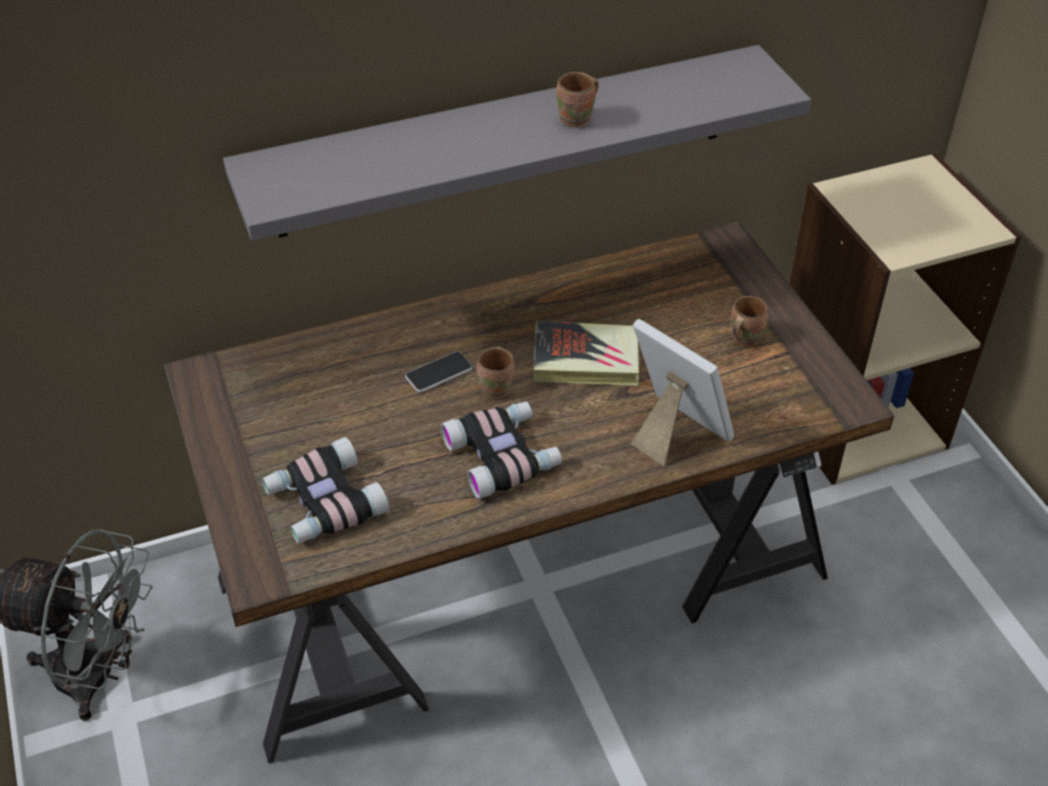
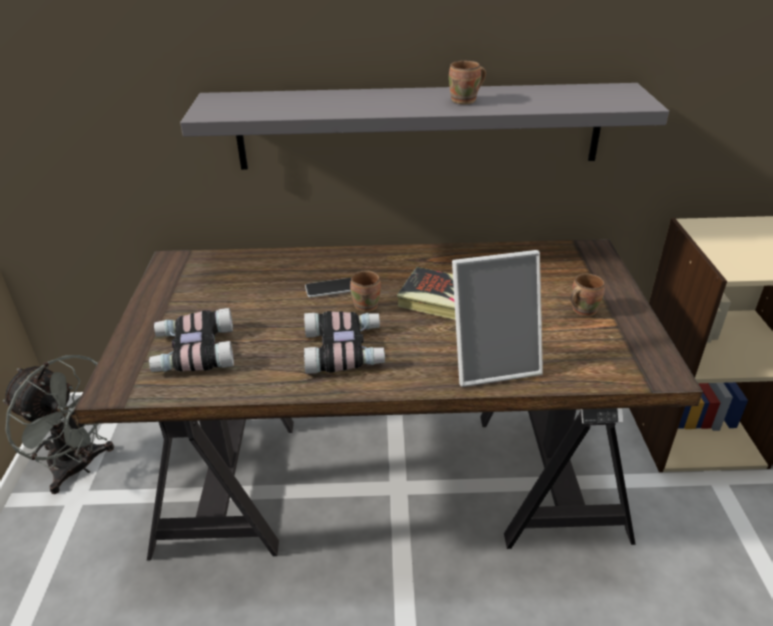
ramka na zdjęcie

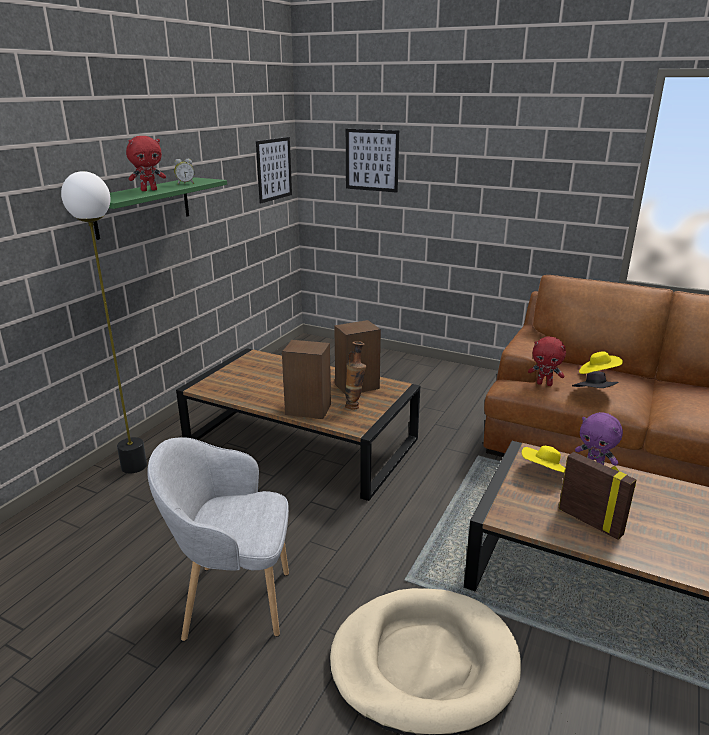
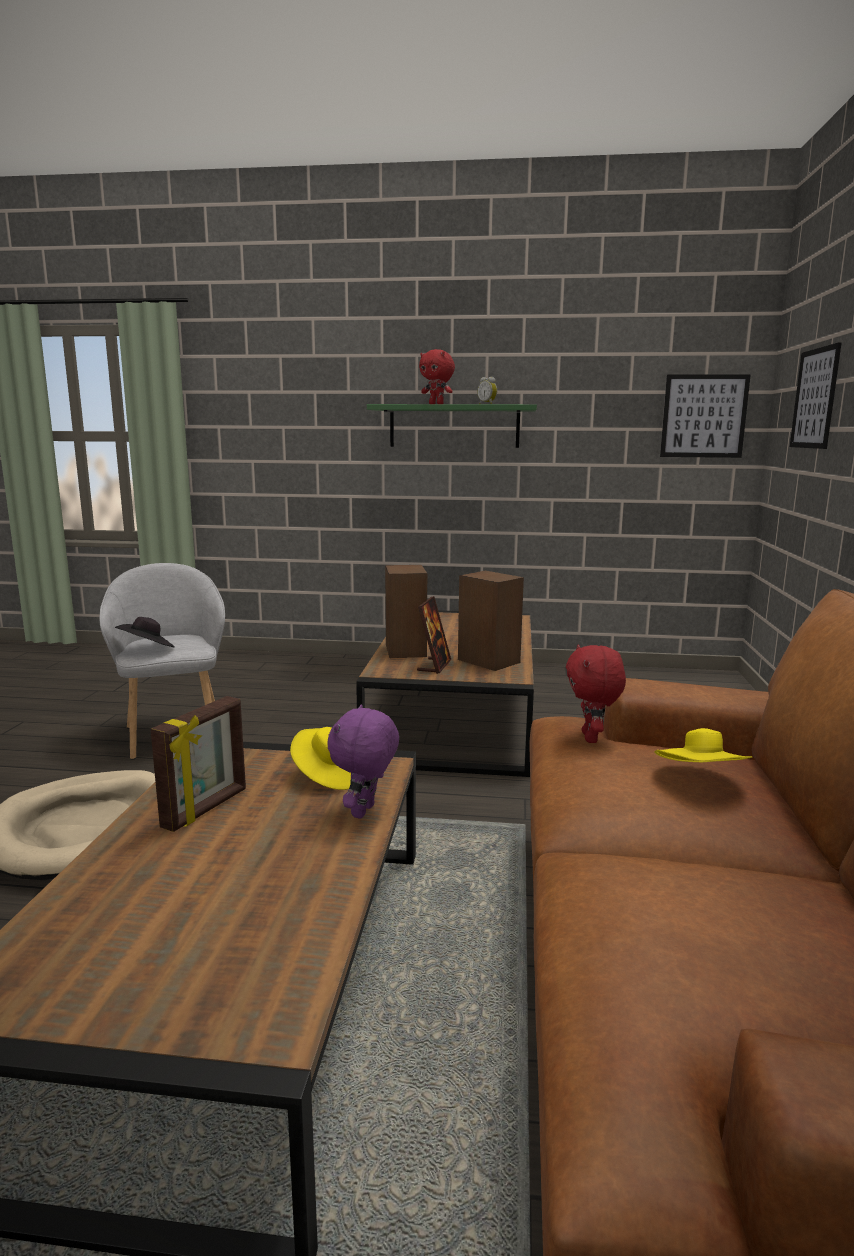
lampa stojąca
ramka na zdjęcie (2nd from left)
kapelusz [czarny]

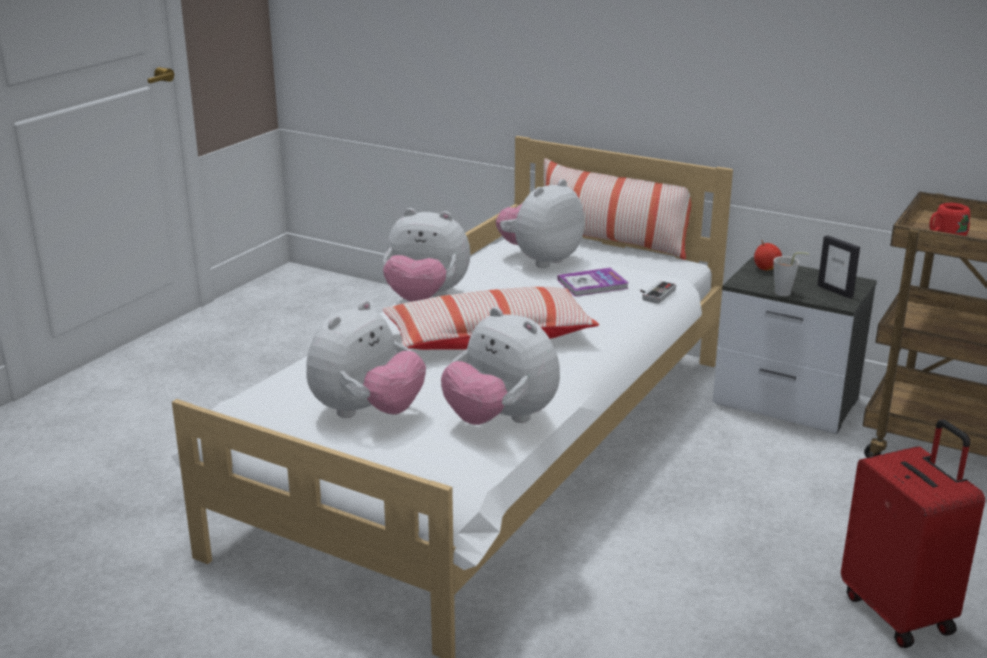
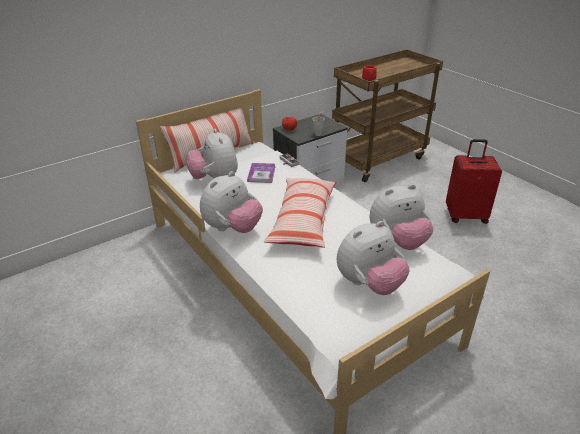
ramka na zdjęcie
pluszak (3rd from left)

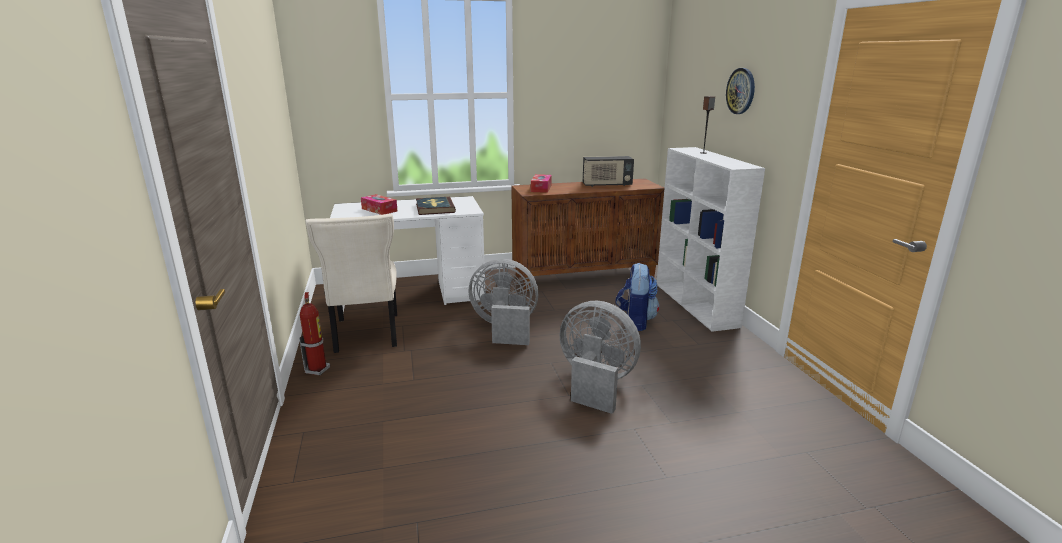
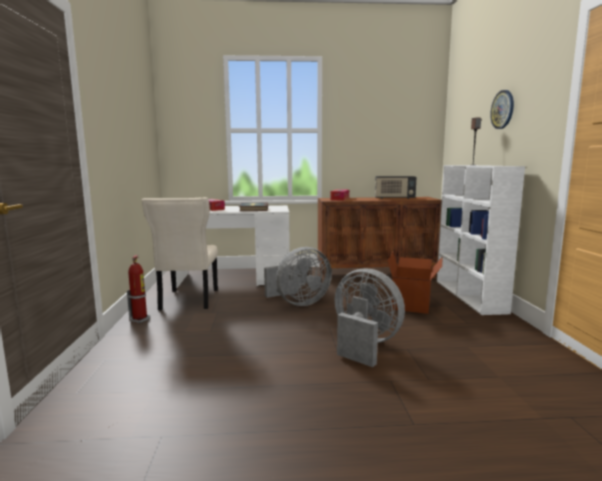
wentylator [szary] (1st from left)
karton

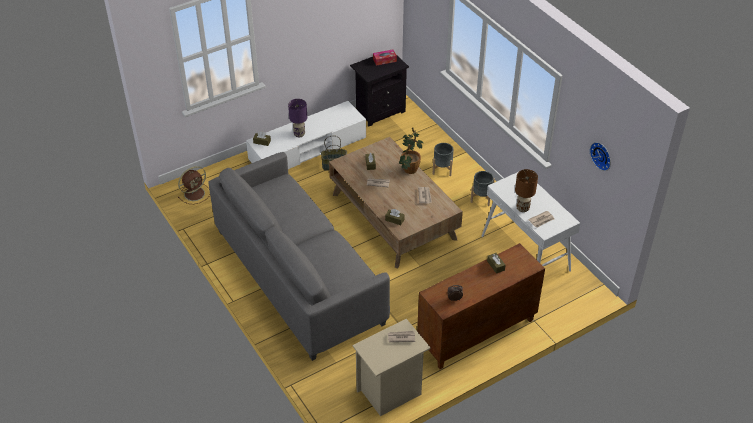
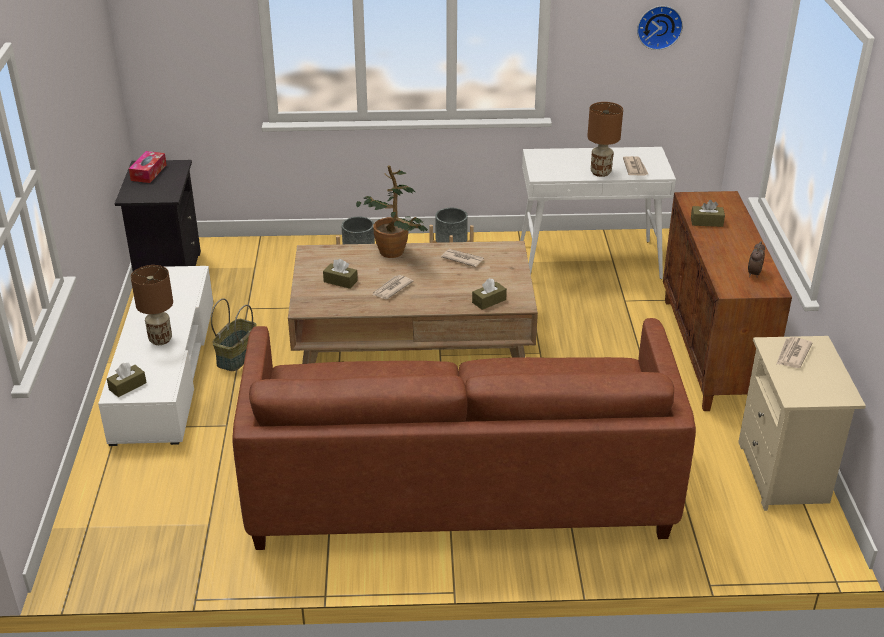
lampa stołowa [brązowy] (1st from left)
kanapa [brązowy]
wentylator [brązowy]

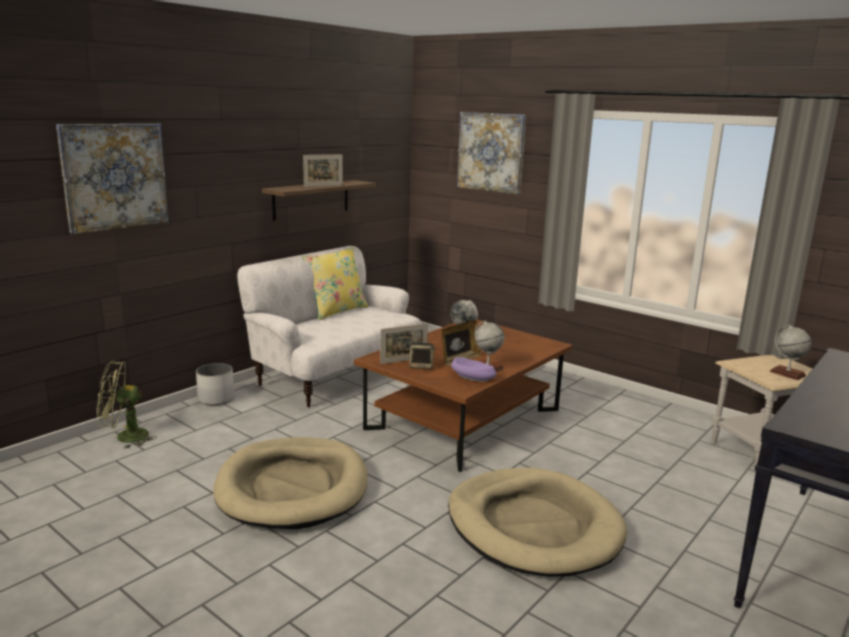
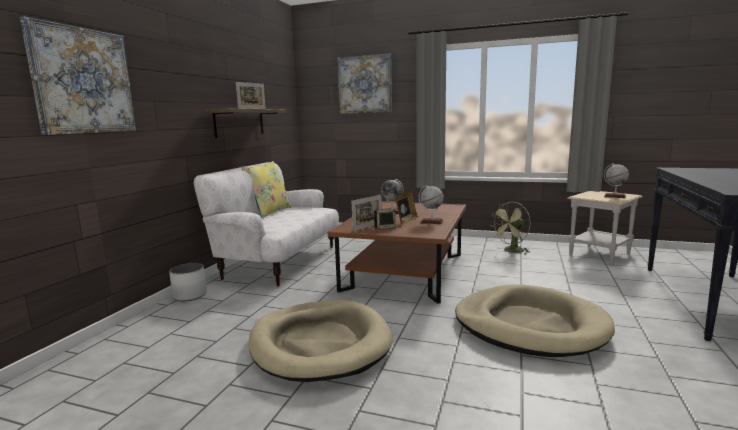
miska [fioletowy]
wentylator [zielony]

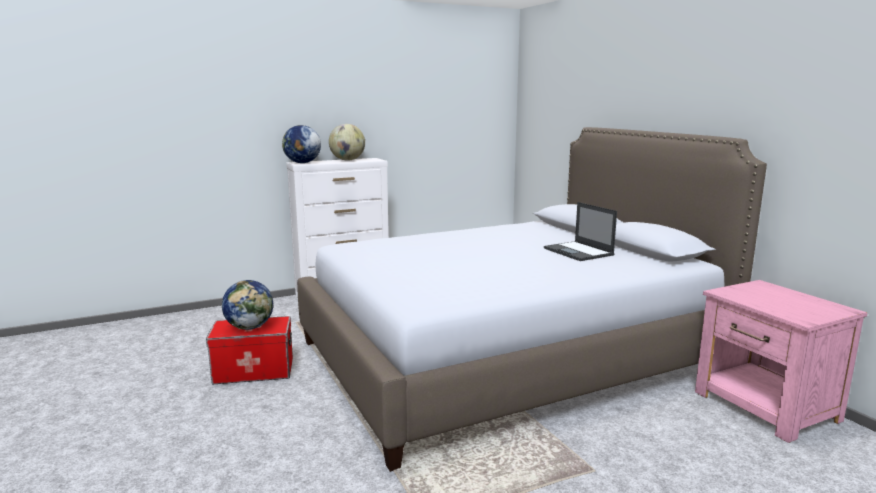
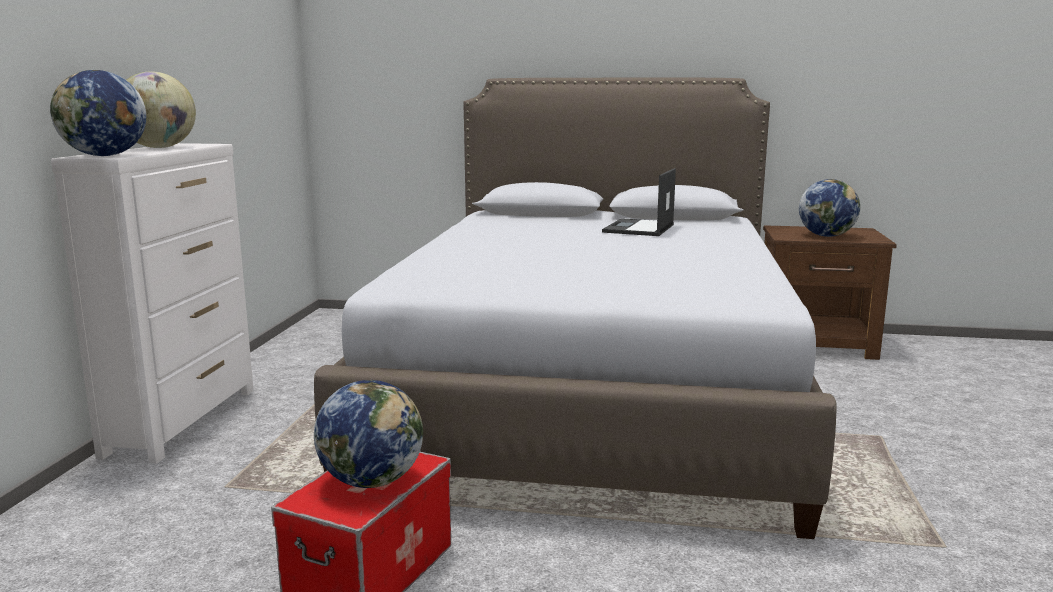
laptop
szafka nocna [brązowy]
globus (4th from left)

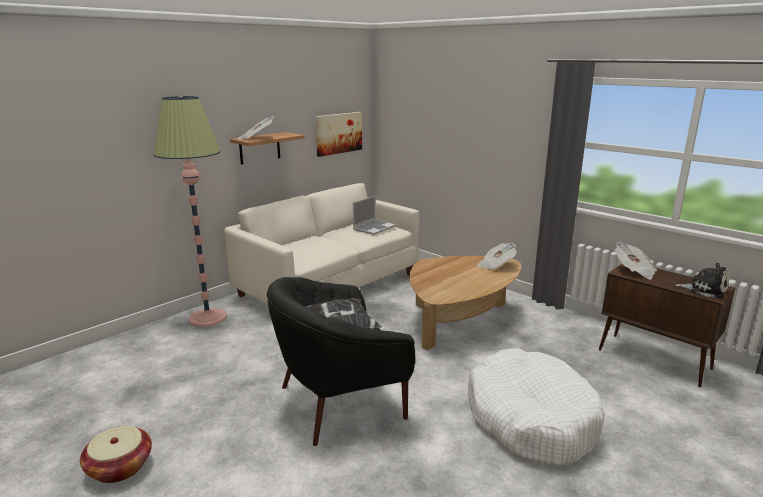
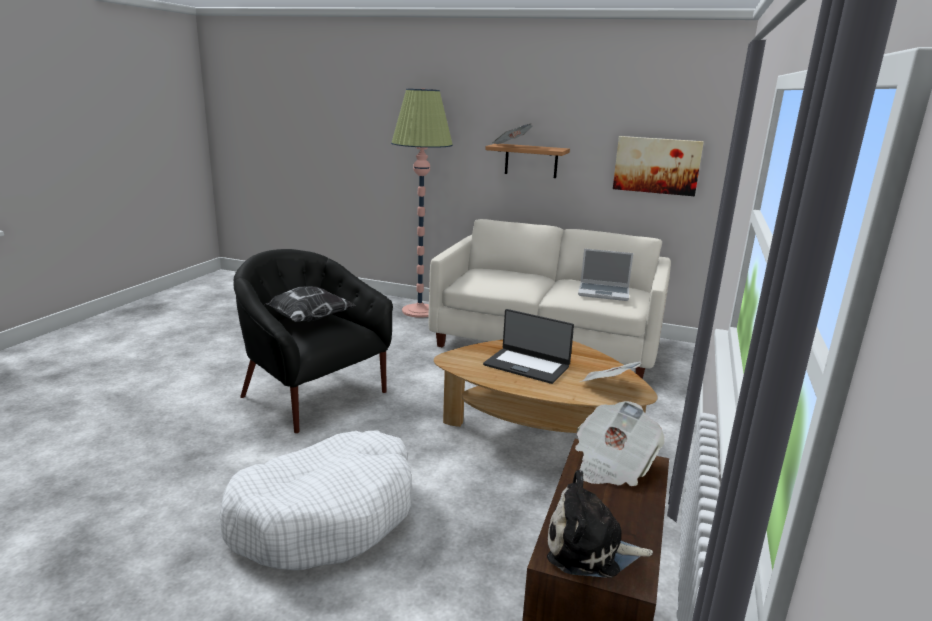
pluszak
koszyk
laptop (1st from left)

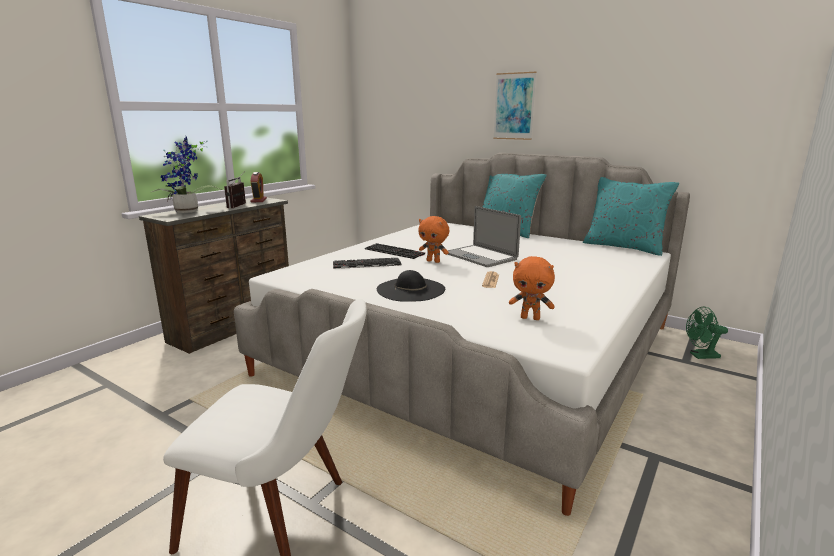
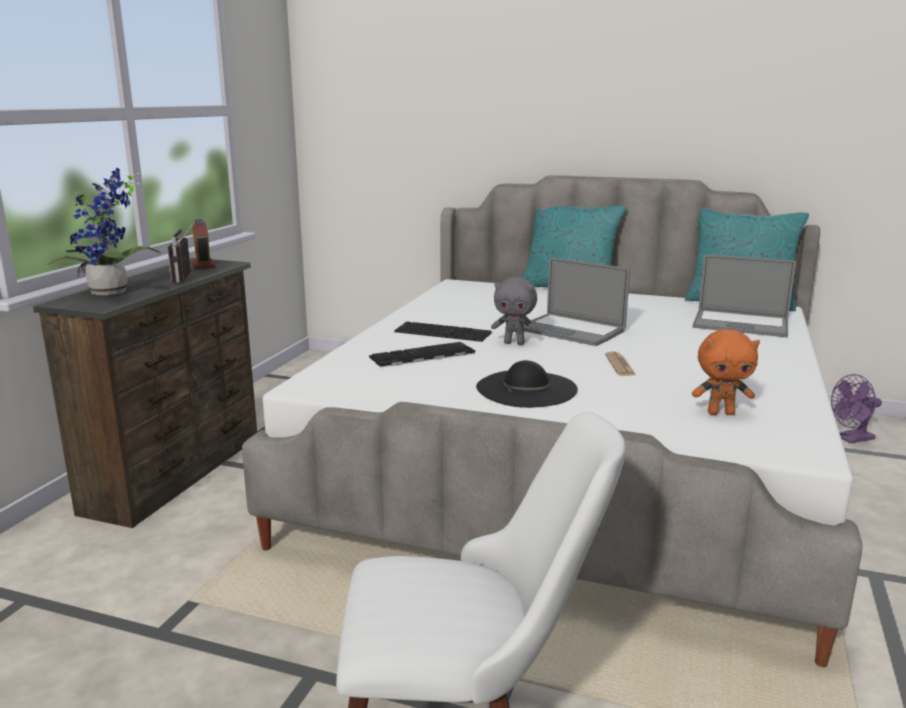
obraz
pluszak [szary]
wentylator [fioletowy]
laptop (2nd from left)

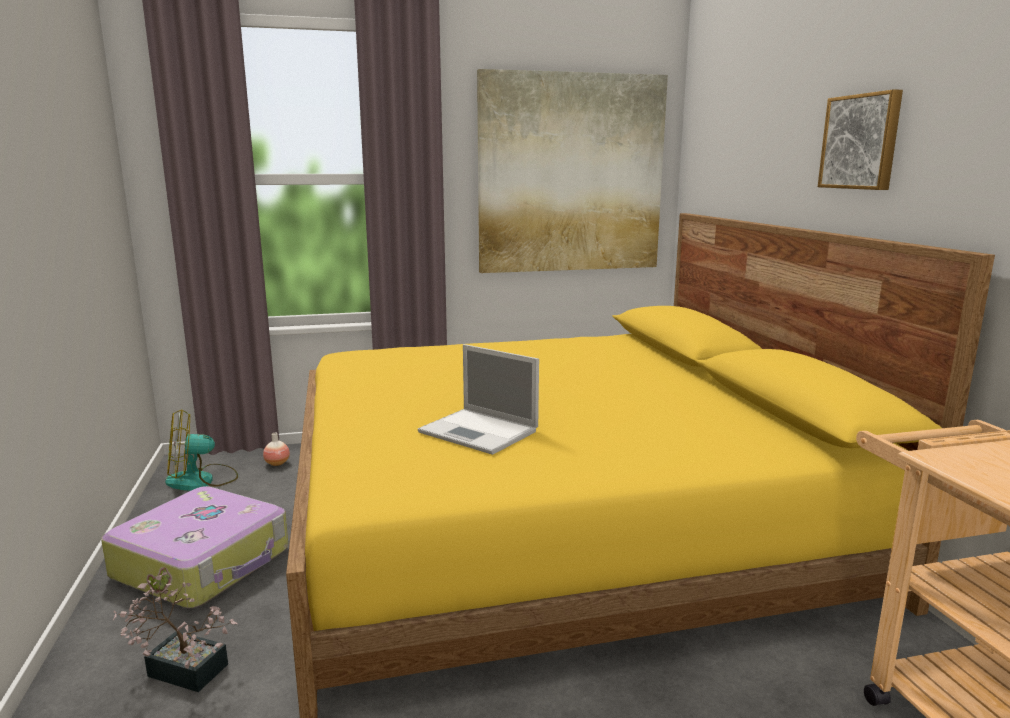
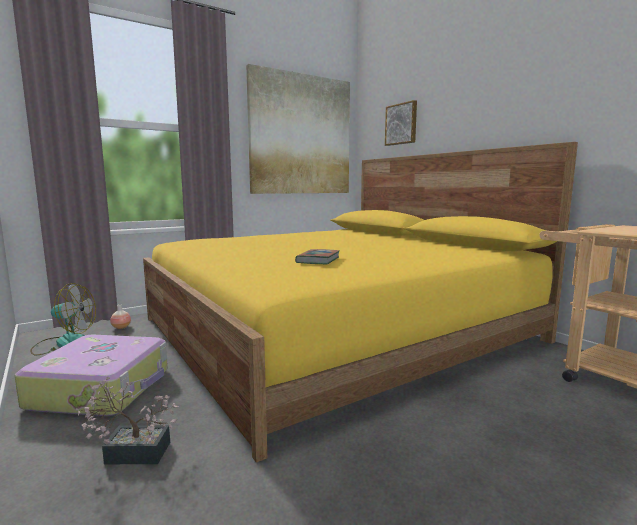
obraz (2nd from left)
książka
wentylator

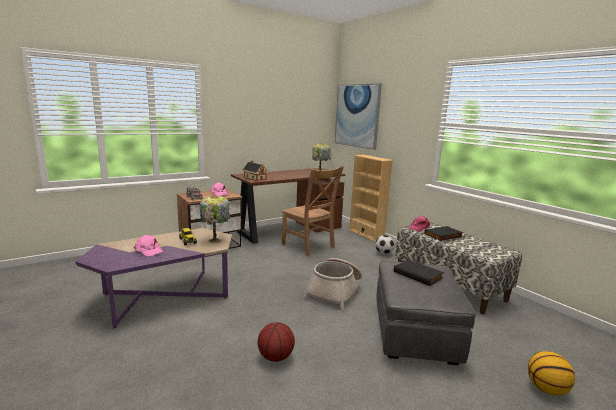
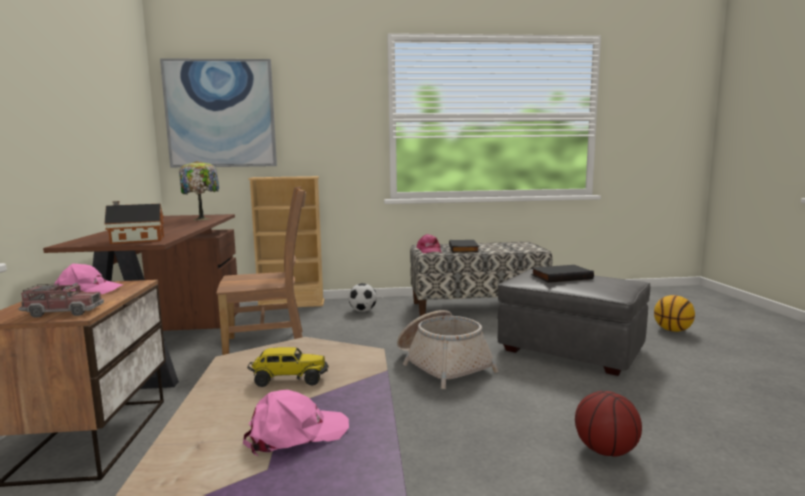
lampa stołowa (1st from left in the first image)

